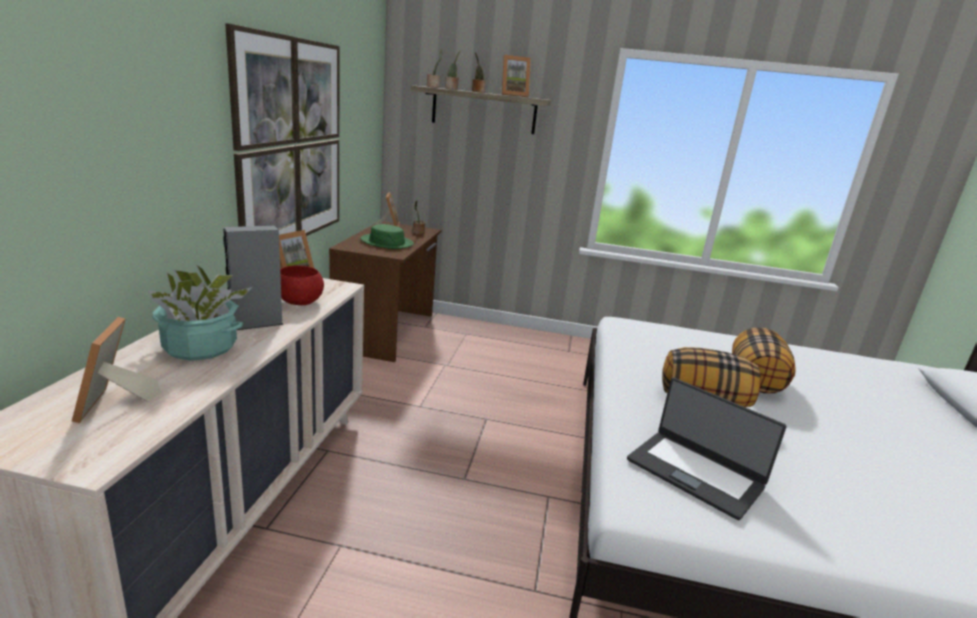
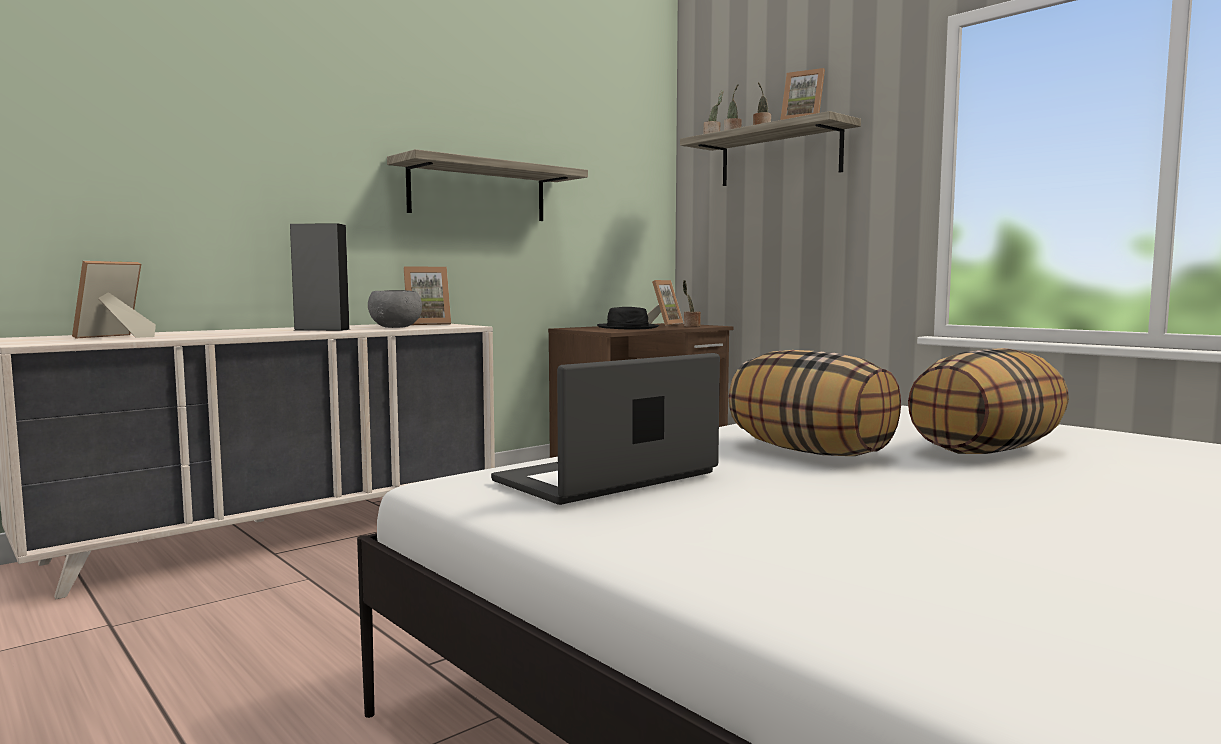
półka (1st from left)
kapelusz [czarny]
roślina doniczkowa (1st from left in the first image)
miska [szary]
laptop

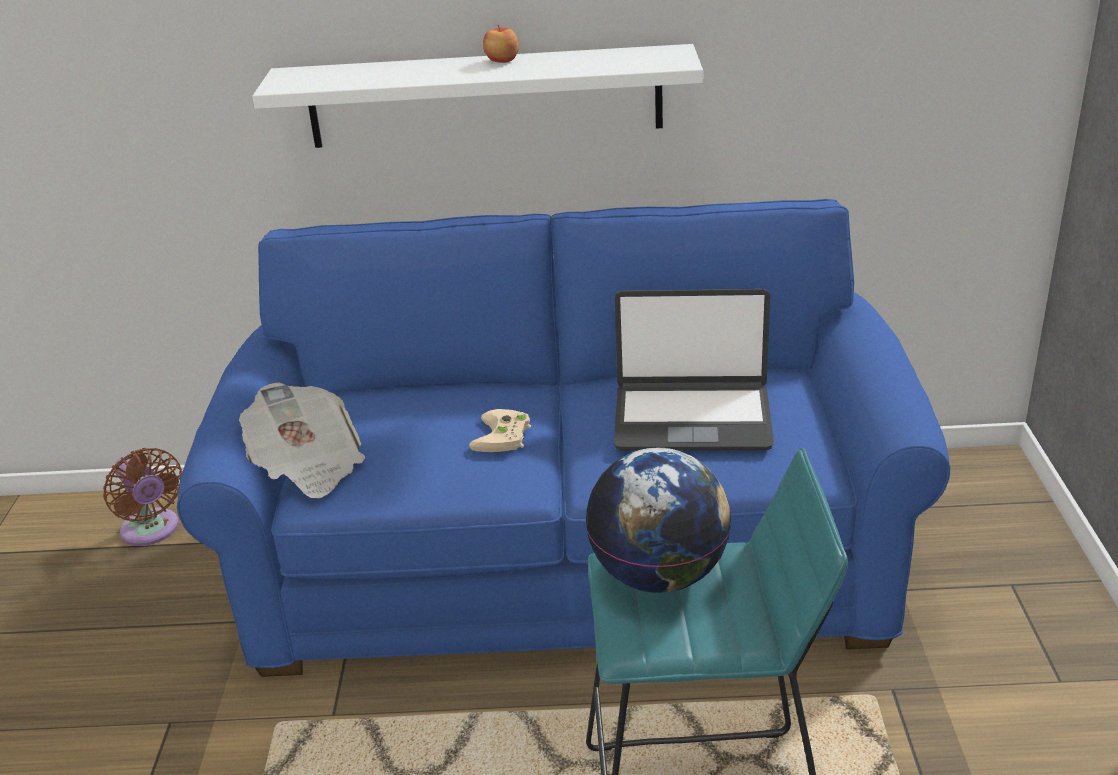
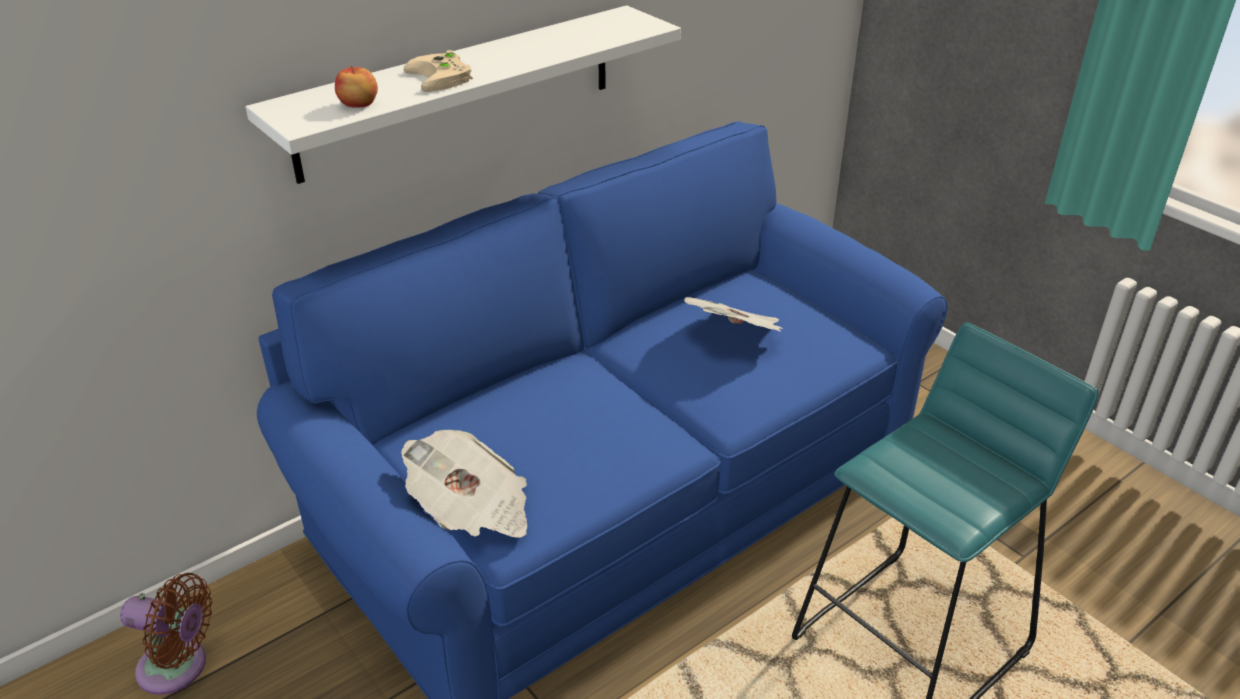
jabłko
gazeta (2nd from left)
pad do gier [beżowy]
globus

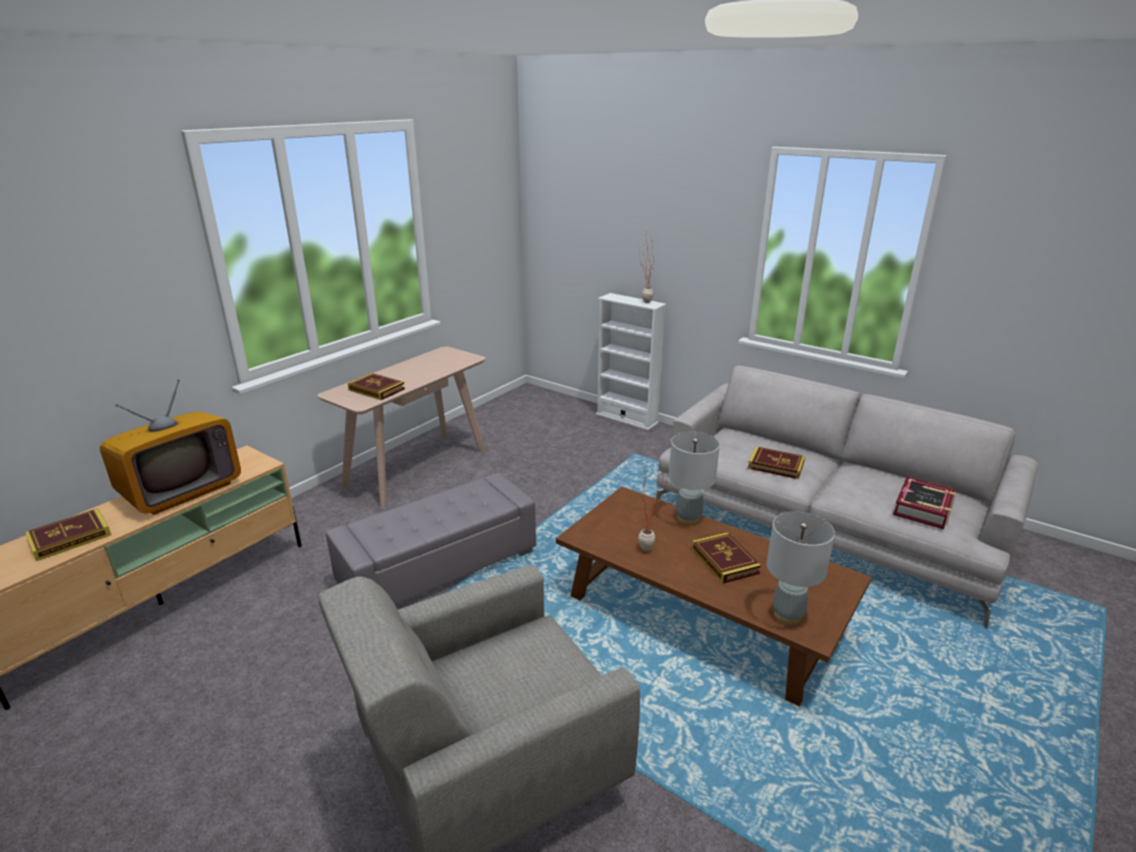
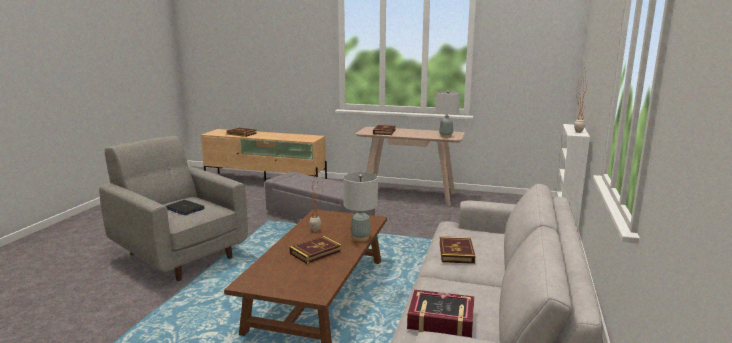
telewizor
lampa stołowa [szary] (2nd from left)
laptop

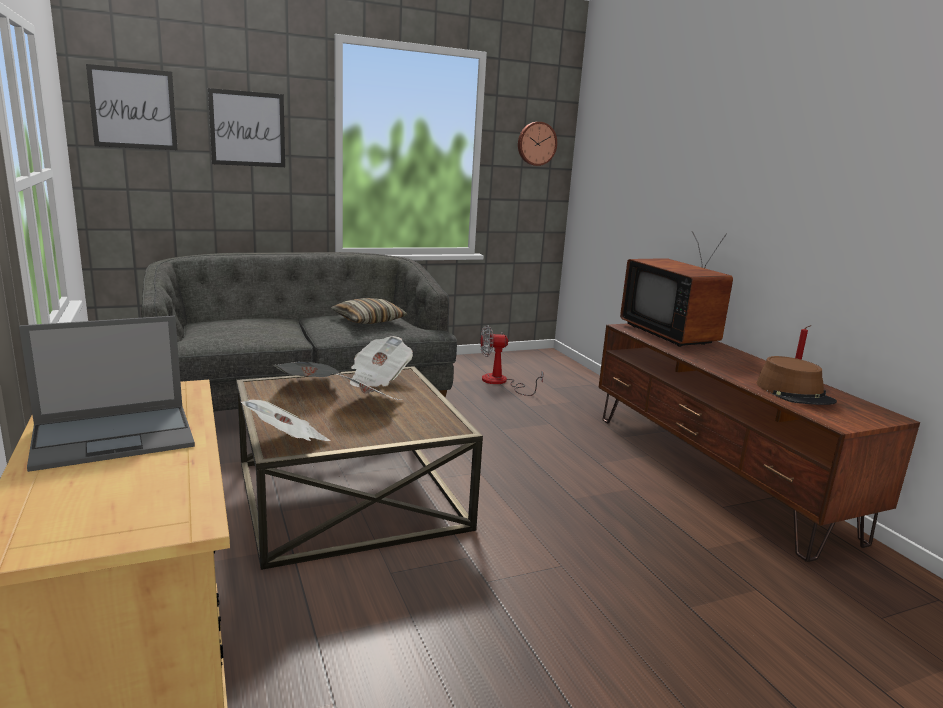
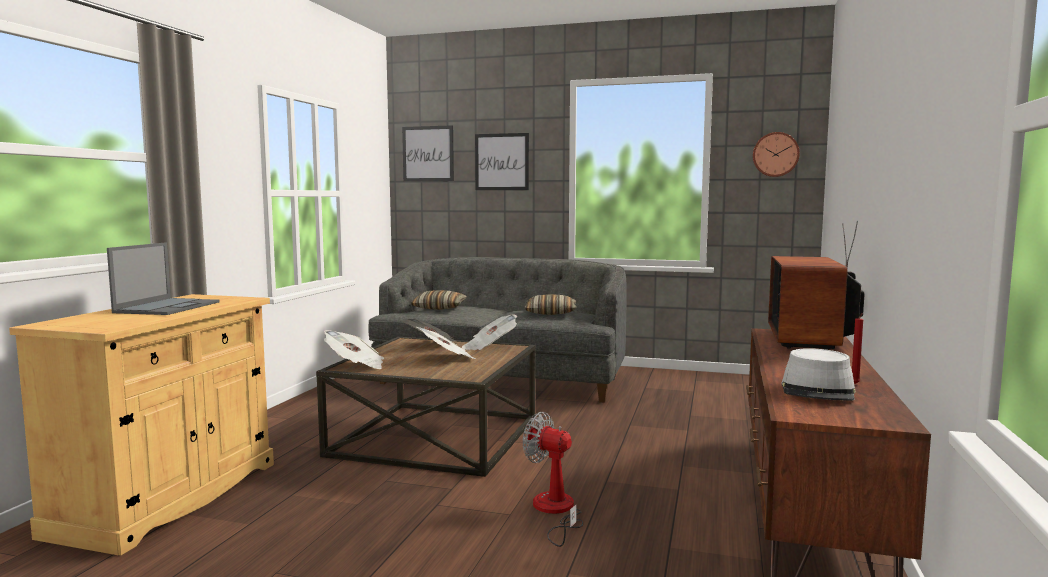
laptop
wentylator
kapelusz [szary]
poduszka (1st from left)

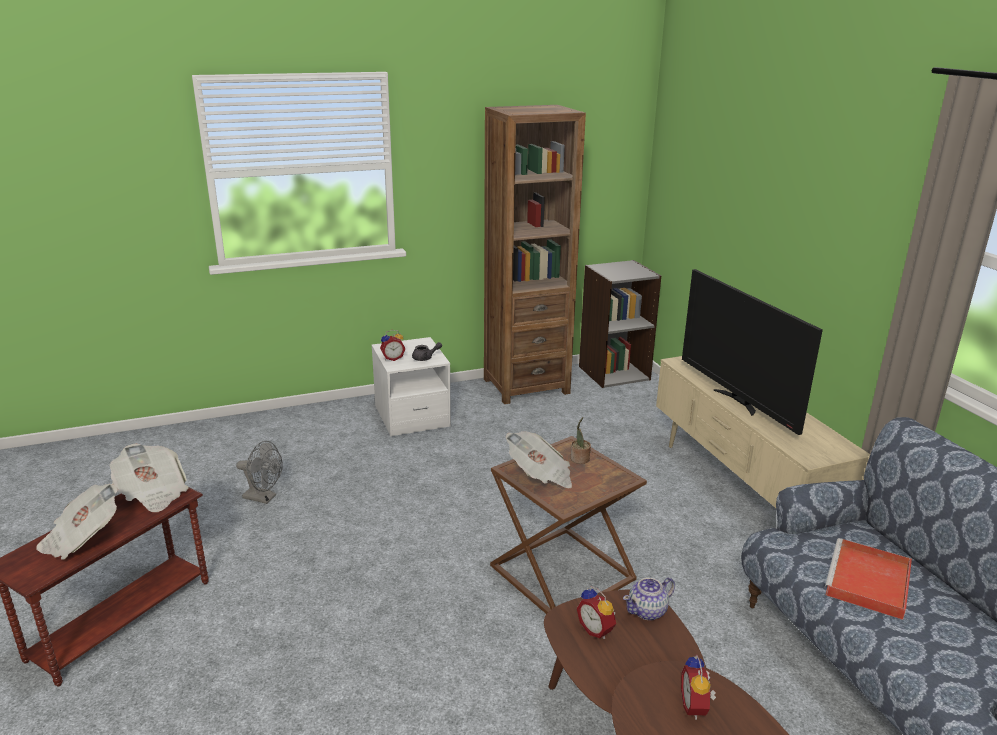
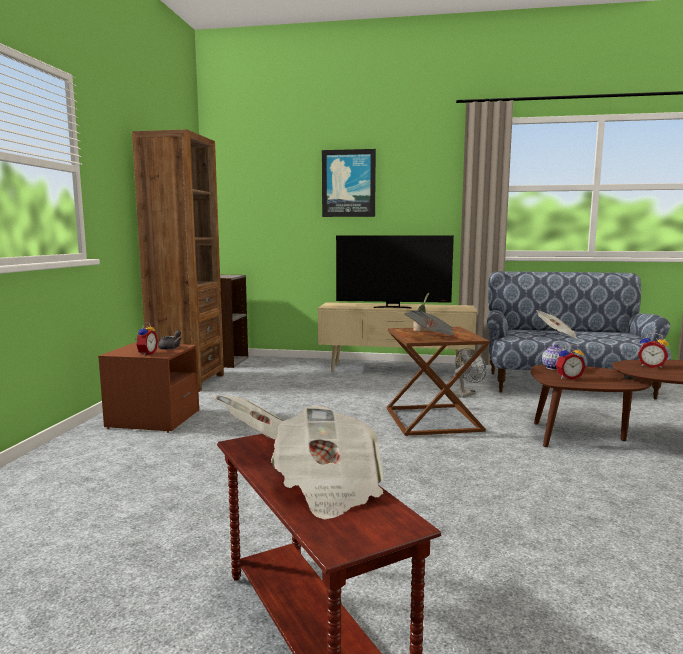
szafka nocna [brązowy]
wentylator [szary]
gazeta (4th from left)
obraz

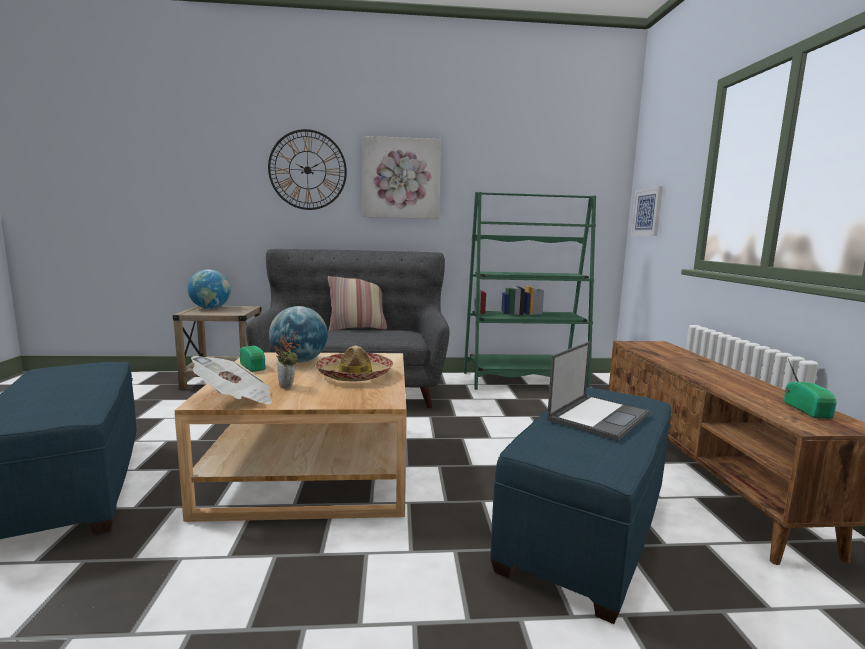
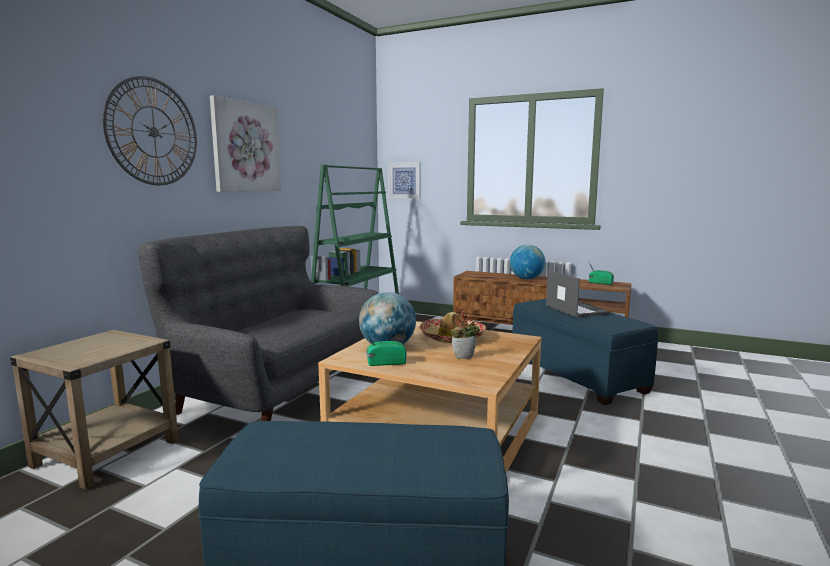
globus (2nd from left)
poduszka
gazeta

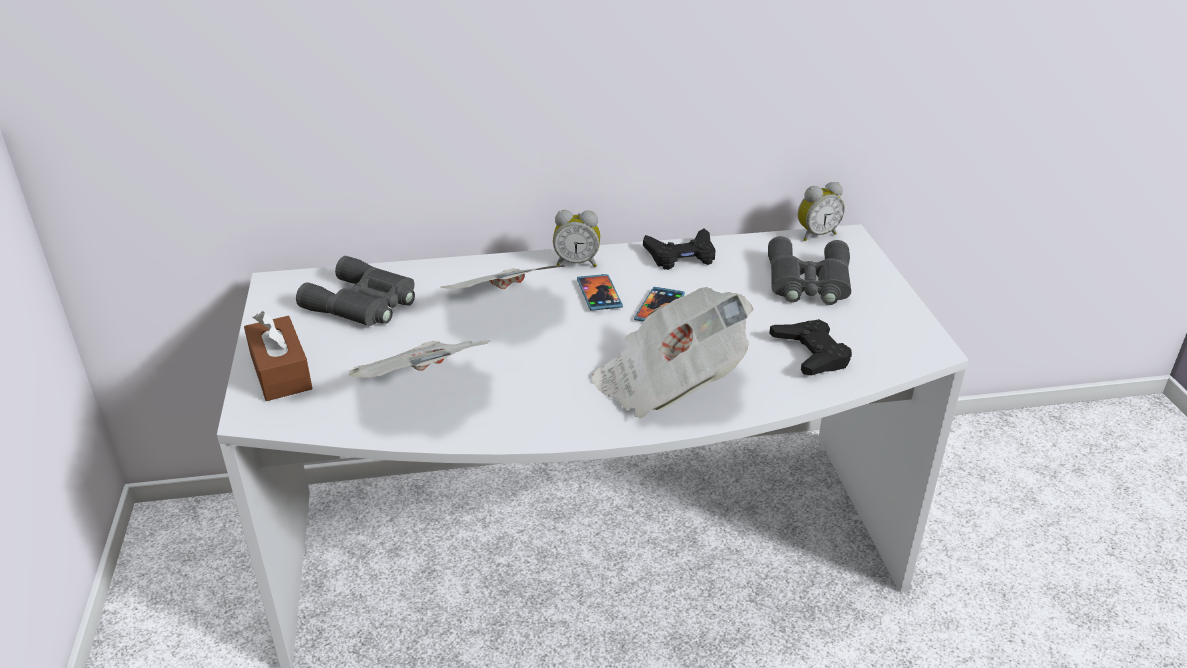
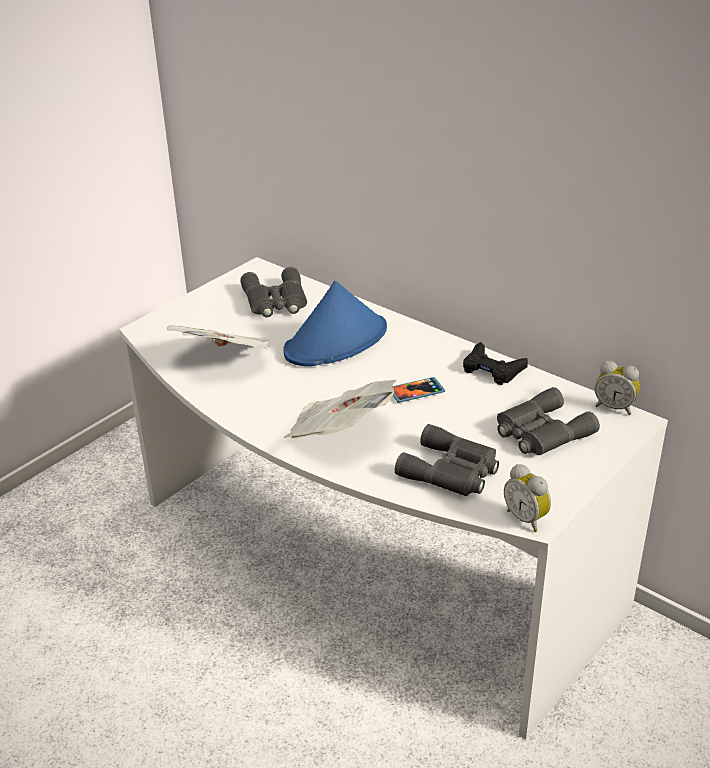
budzik (1st from left)
kapelusz [niebieski]
telefon (1st from left in the first image)
pudełko chusteczek [brązowy]
lornetka [szary] (2nd from left)

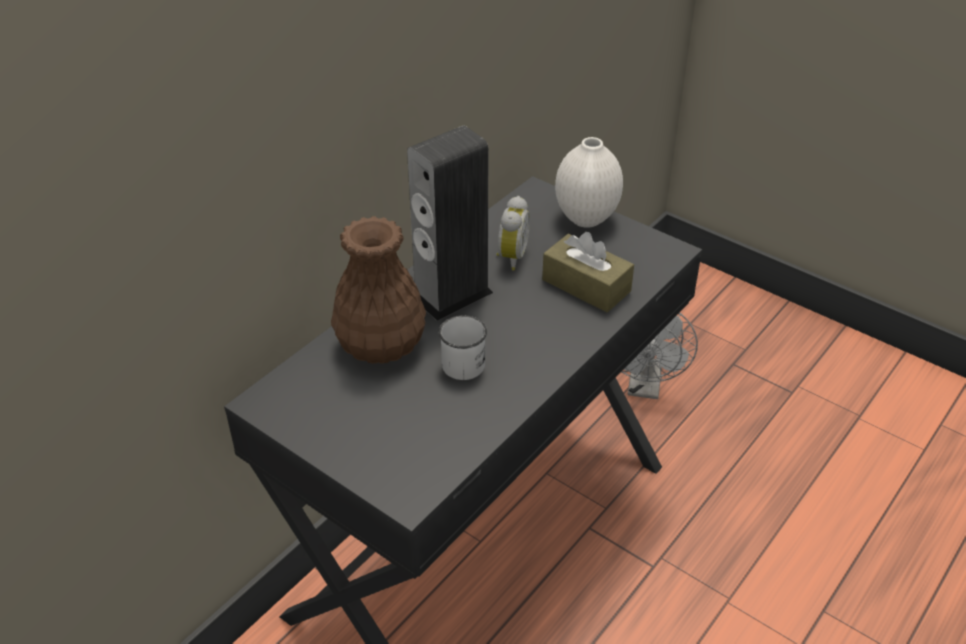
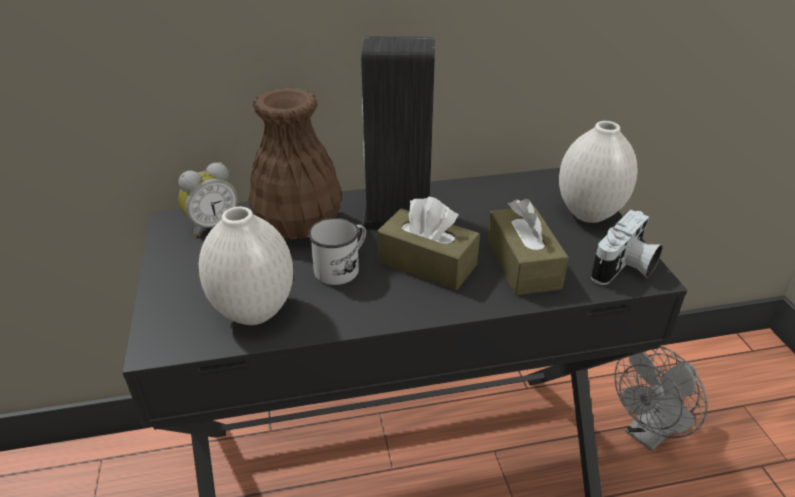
budzik
pudełko chusteczek [brązowy] (1st from left)
wazon [biały] (1st from left)
aparat fotograficzny

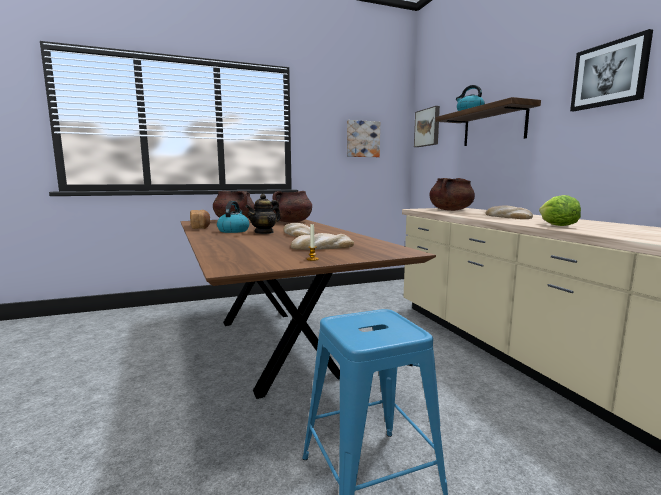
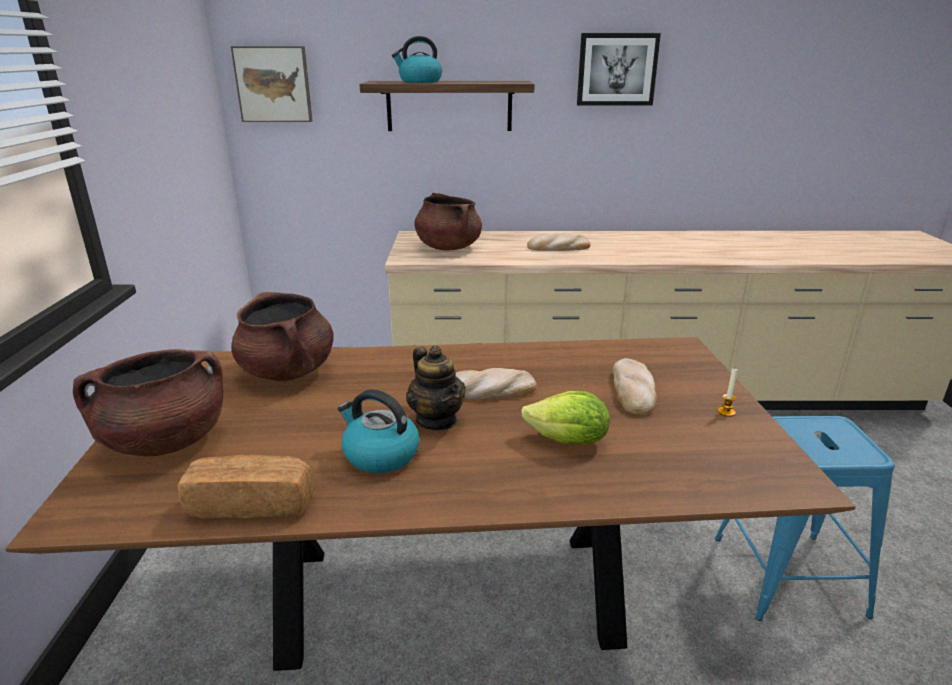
obraz (1st from left in the first image)
sałata

